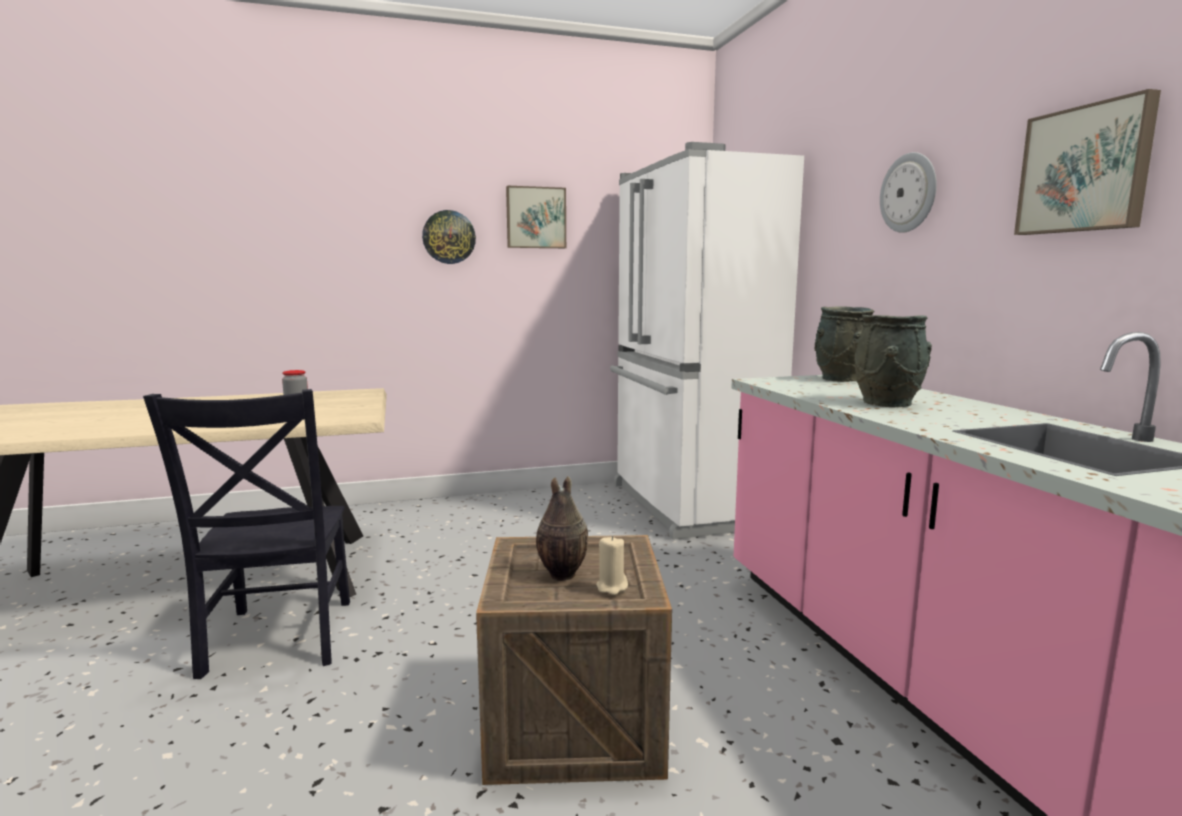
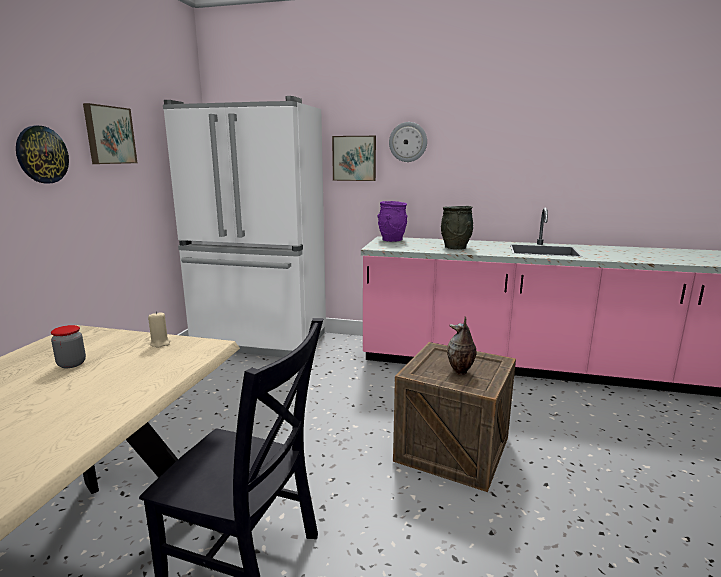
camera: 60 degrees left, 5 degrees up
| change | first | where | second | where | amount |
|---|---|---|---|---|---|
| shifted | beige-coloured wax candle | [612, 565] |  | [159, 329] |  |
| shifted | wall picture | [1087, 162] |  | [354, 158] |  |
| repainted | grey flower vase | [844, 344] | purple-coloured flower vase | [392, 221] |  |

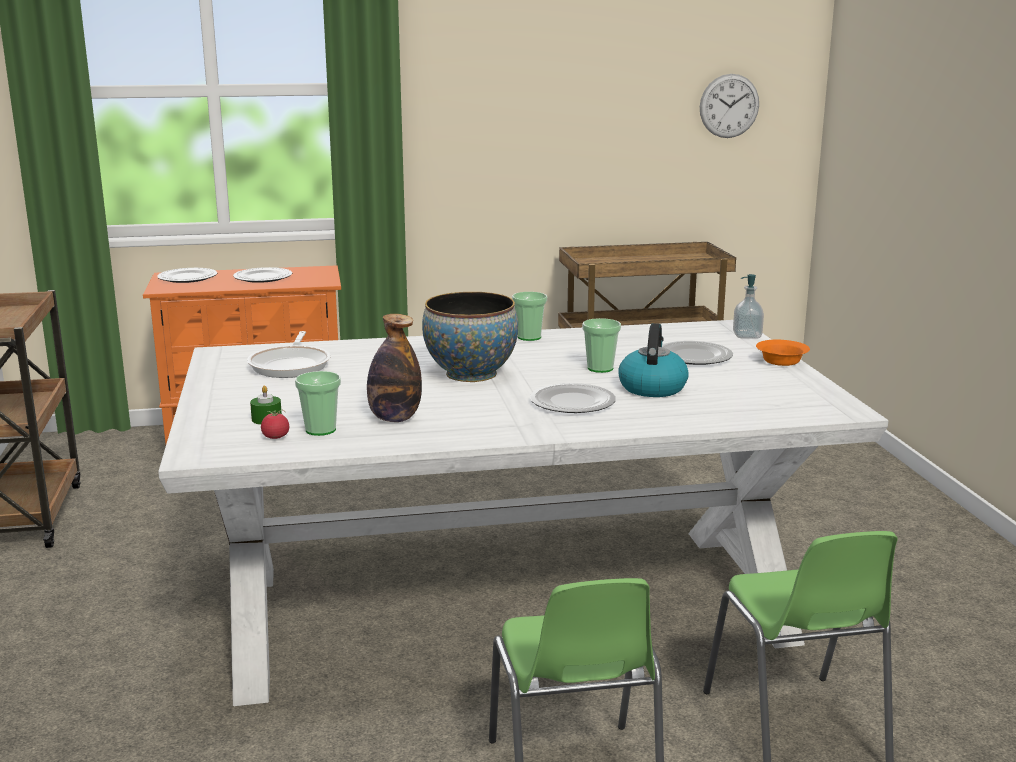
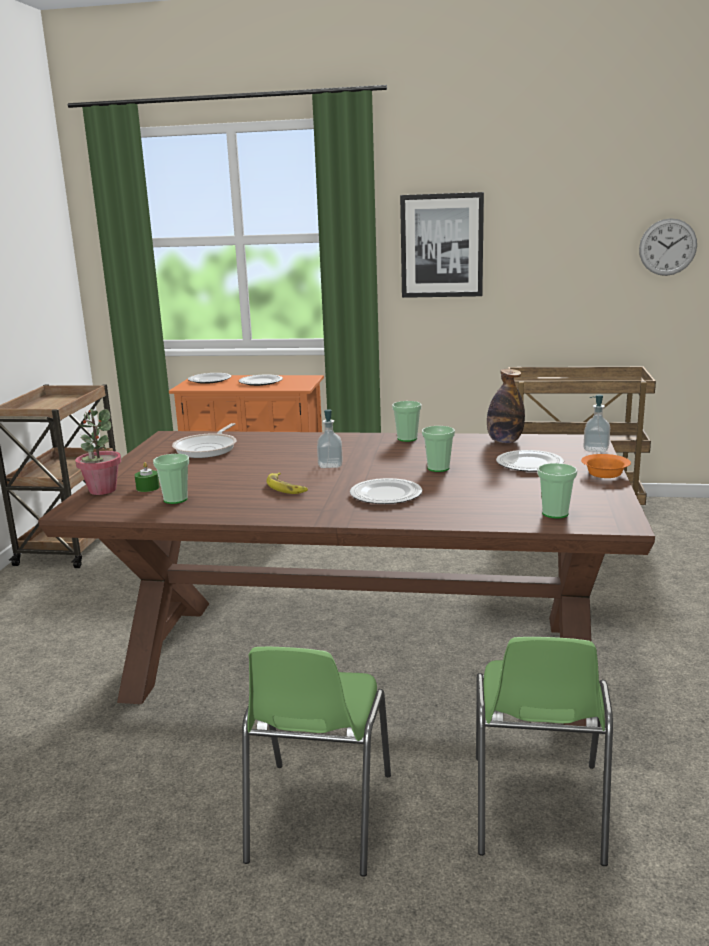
camera: 20 degrees right, 0 degrees up
| change | first | where | second | where | amount |
|---|---|---|---|---|---|
| gone | fresh tomato | [275, 424] |  |  |  |
| gone | water kettle | [653, 360] |  |  |  |
| new |  |  | plant in a pot | [98, 452] |  |
| new |  |  | whole banana | [287, 483] |  |
| new |  |  | wall picture | [442, 245] |  |
| new |  |  | small cup | [557, 490] |  |
| shifted | beverage bottle | [394, 368] |  | [506, 406] |  |
| swapped | serving bowl | [470, 337] | soap dispenser | [329, 438] |  |
| repainted | white-coloured kitchen table | [523, 513] | brown kitchen table | [346, 578] |  |

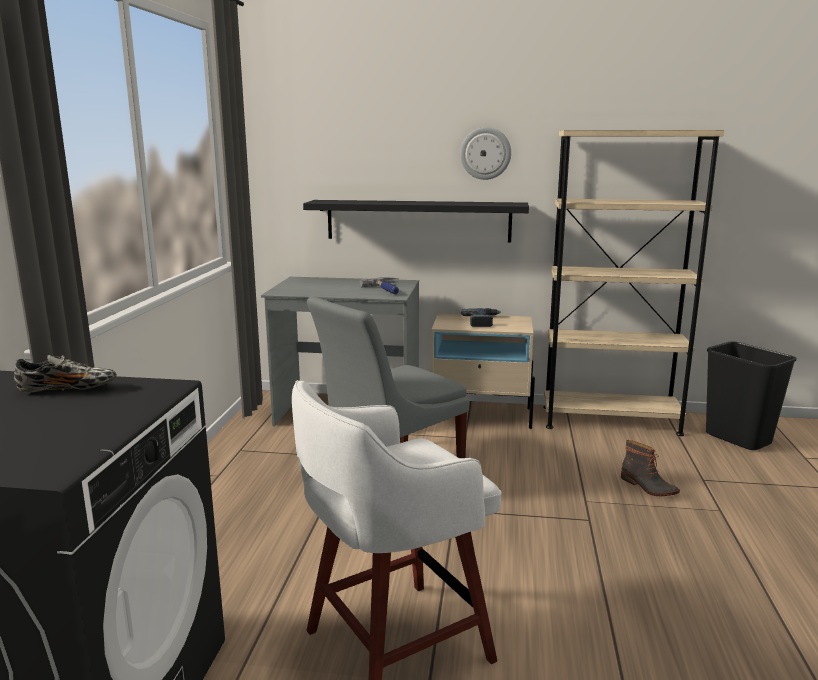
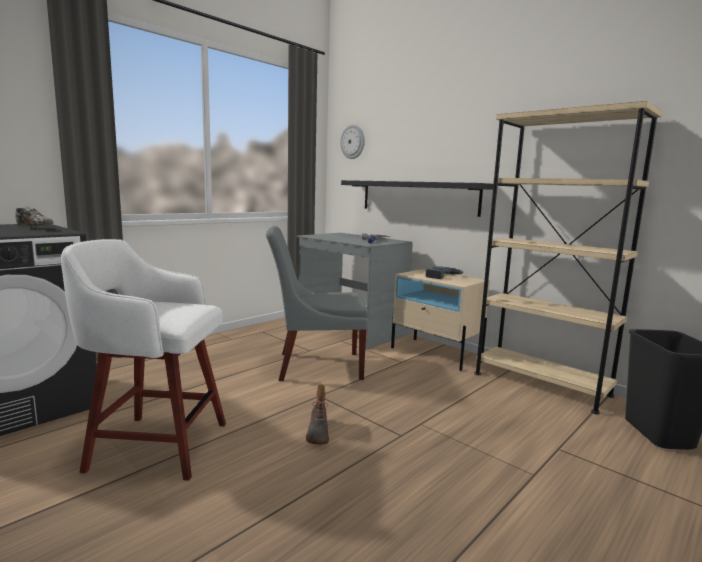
camera: 35 degrees right, 5 degrees down
| change | first | where | second | where | amount |
|---|---|---|---|---|---|
| shifted | clock on the wall | [485, 153] |  | [352, 142] |  |
| shifted | tall boot | [650, 468] |  | [317, 414] |  |

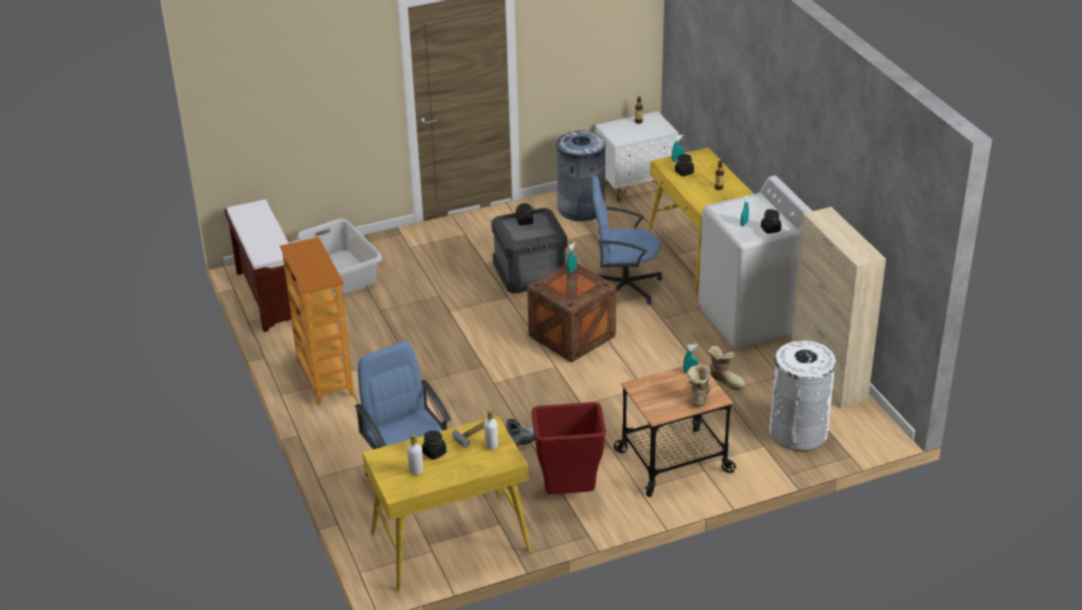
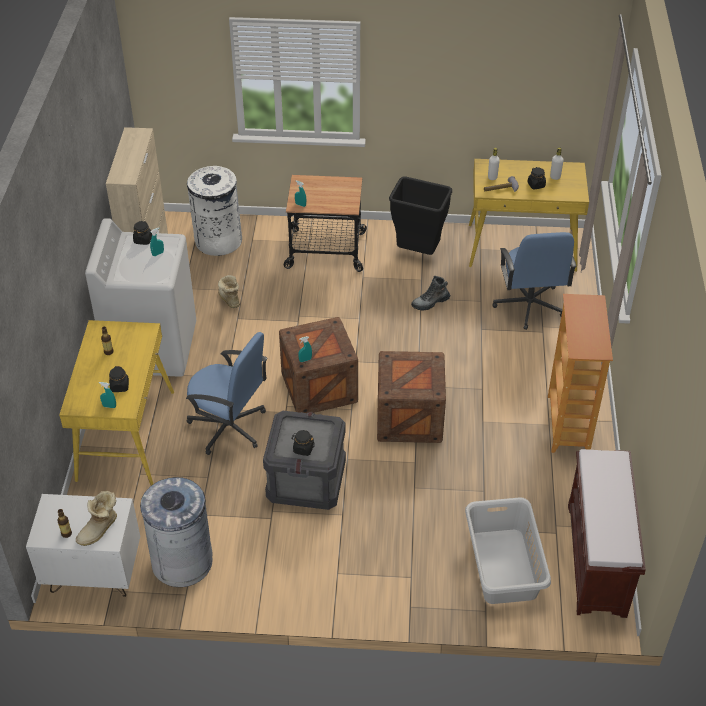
camera: 155 degrees left, 10 degrees up
| change | first | where | second | where | amount |
|---|---|---|---|---|---|
| new |  |  | shipping crate | [411, 397] |  |
| shifted | tall boot | [699, 385] |  | [96, 518] |  |
| repainted | red-coloured rubbish bin | [568, 448] | blackish rubbish bin | [420, 215] |  |

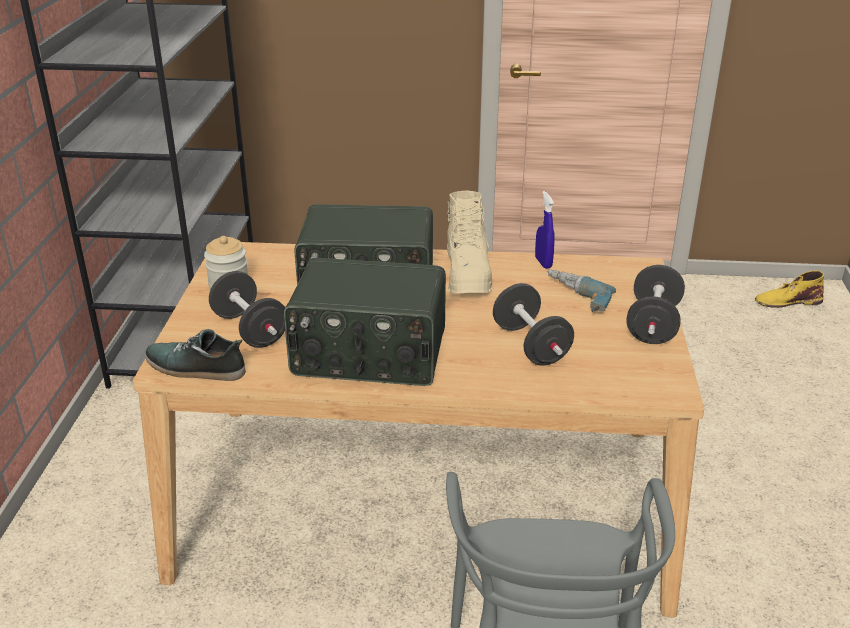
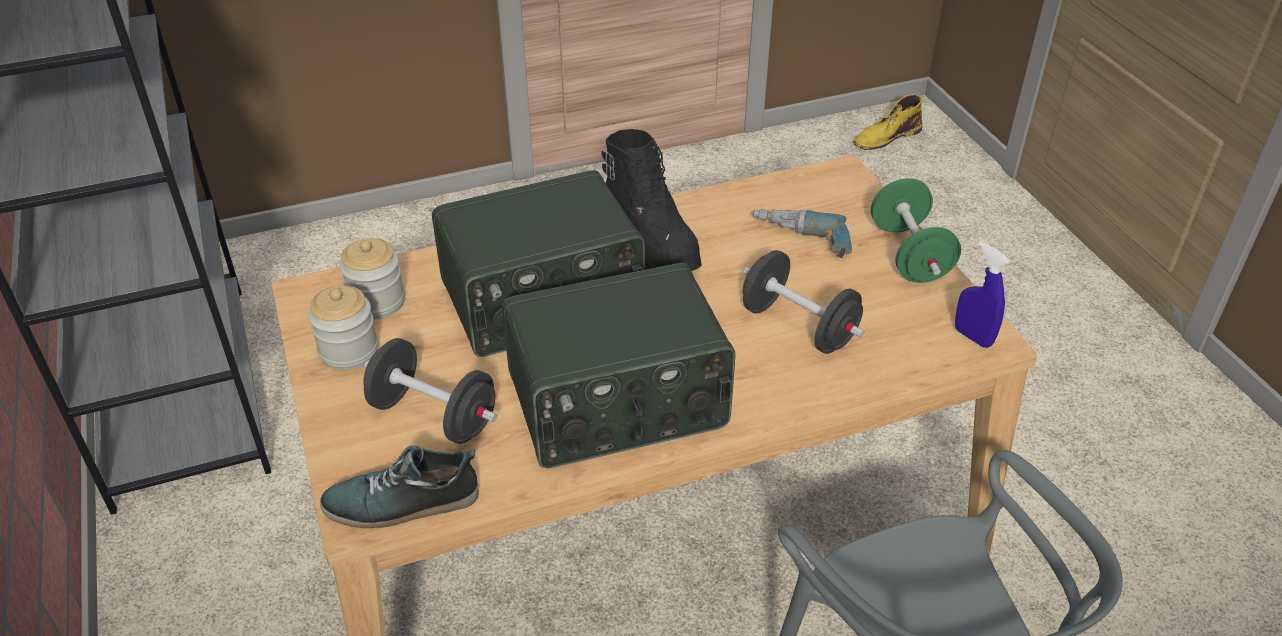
camera: 25 degrees left, 10 degrees up
| change | first | where | second | where | amount |
|---|---|---|---|---|---|
| new |  |  | jar | [372, 279] |  |
| shifted | blue sprayer | [545, 230] |  | [982, 295] |  |
| repainted | beige-coloured tall boot | [469, 242] | blackish tall boot | [652, 200] |  |
| repainted | blackish free weight | [655, 304] | green-coloured free weight | [916, 230] |  |

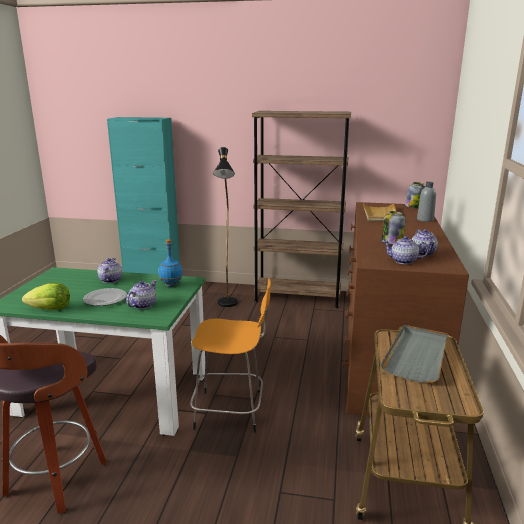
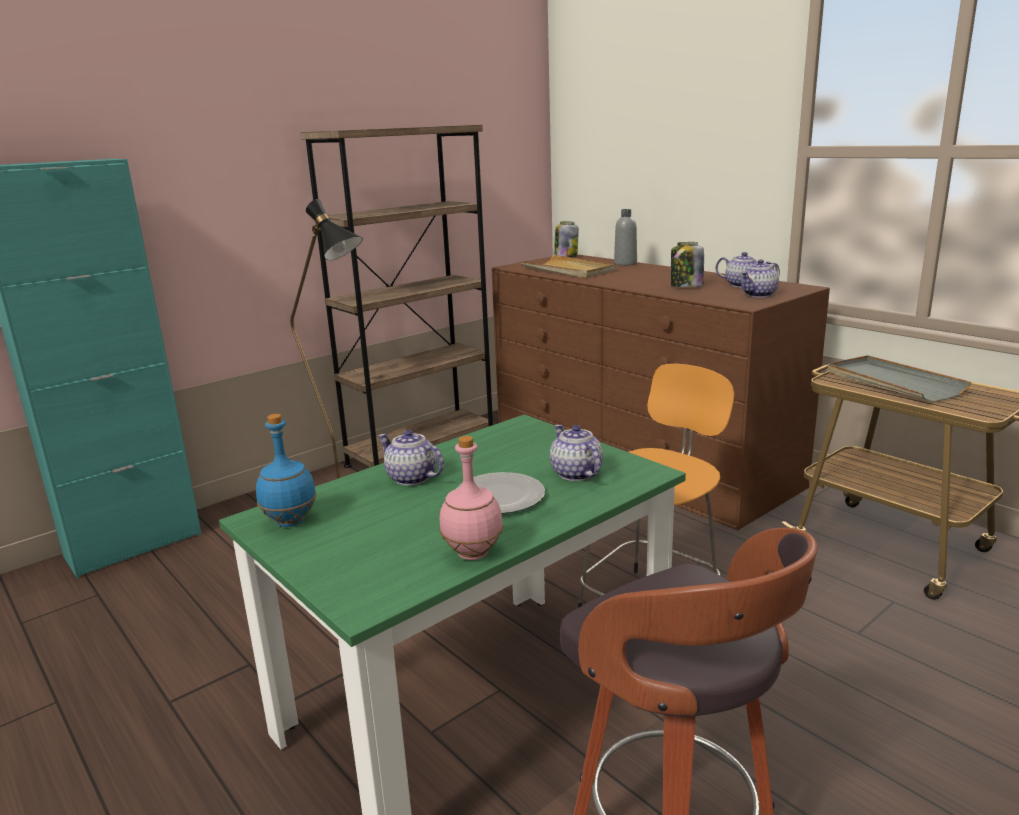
camera: 50 degrees left, 0 degrees up
| change | first | where | second | where | amount |
|---|---|---|---|---|---|
| shifted | blue beverage bottle | [171, 263] |  | [286, 470] |  |
| swapped | head of lettuce | [46, 296] | pinkish beverage bottle | [471, 498] |  |

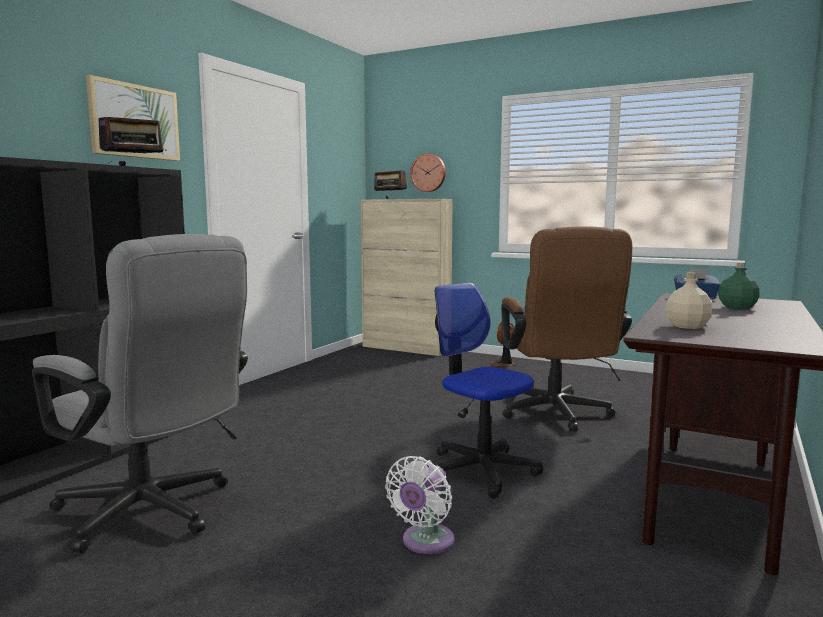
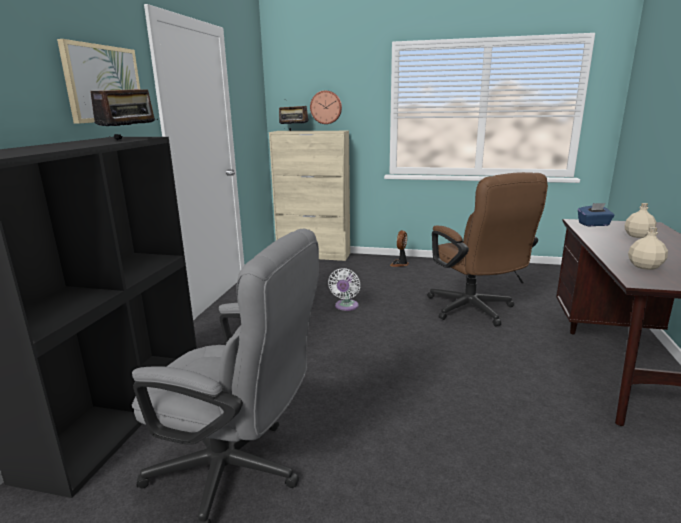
camera: 15 degrees left, 10 degrees up
| change | first | where | second | where | amount |
|---|---|---|---|---|---|
| gone | office chair | [489, 390] |  |  |  |
| shifted | white-coloured fan | [420, 505] |  | [344, 289] |  |
| repainted | green-coloured beverage bottle | [739, 286] | beige-coloured beverage bottle | [640, 220] |  |

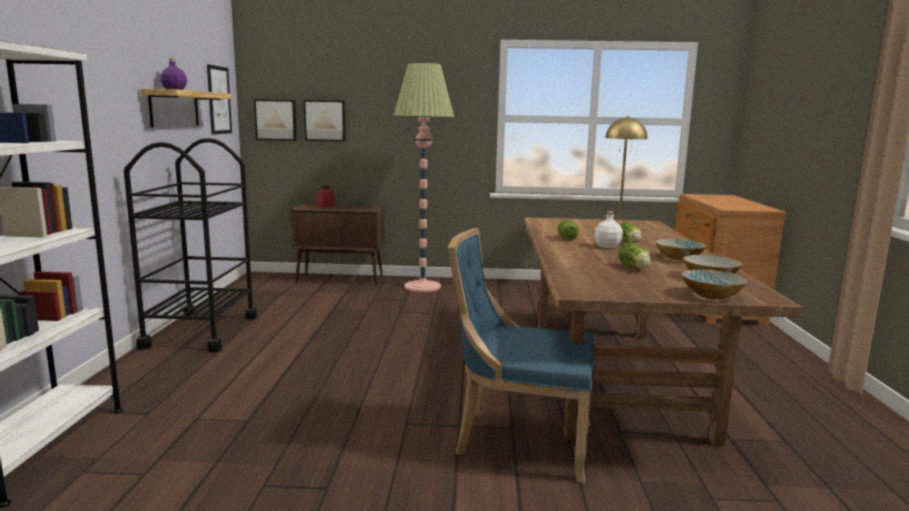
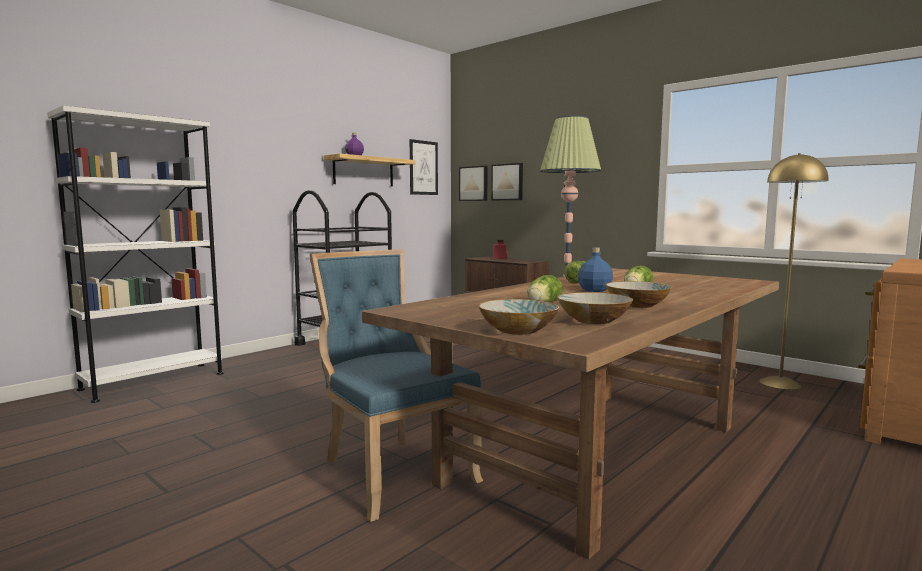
camera: 40 degrees right, 5 degrees down
| change | first | where | second | where | amount |
|---|---|---|---|---|---|
| repainted | white-coloured beverage bottle | [608, 229] | blue beverage bottle | [595, 269] |  |

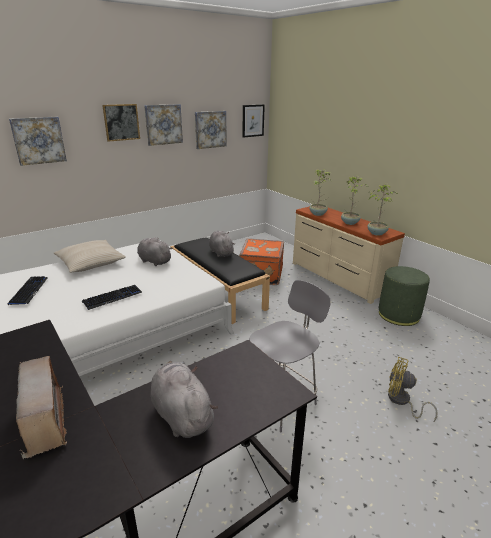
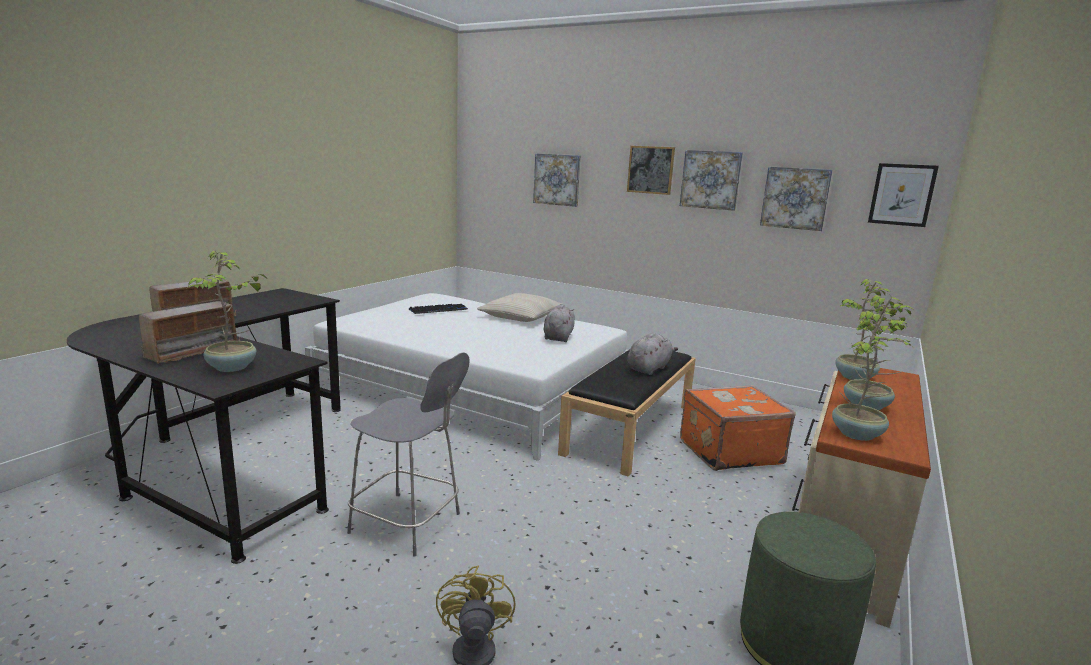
camera: 65 degrees right, 10 degrees down
| change | first | where | second | where | amount |
|---|---|---|---|---|---|
| gone | PC keyboard | [112, 297] |  |  |  |
| new |  |  | plant in a pot | [227, 311] |  |
| swapped | grey cuddly toy | [184, 399] | radio set | [189, 332] |  |

